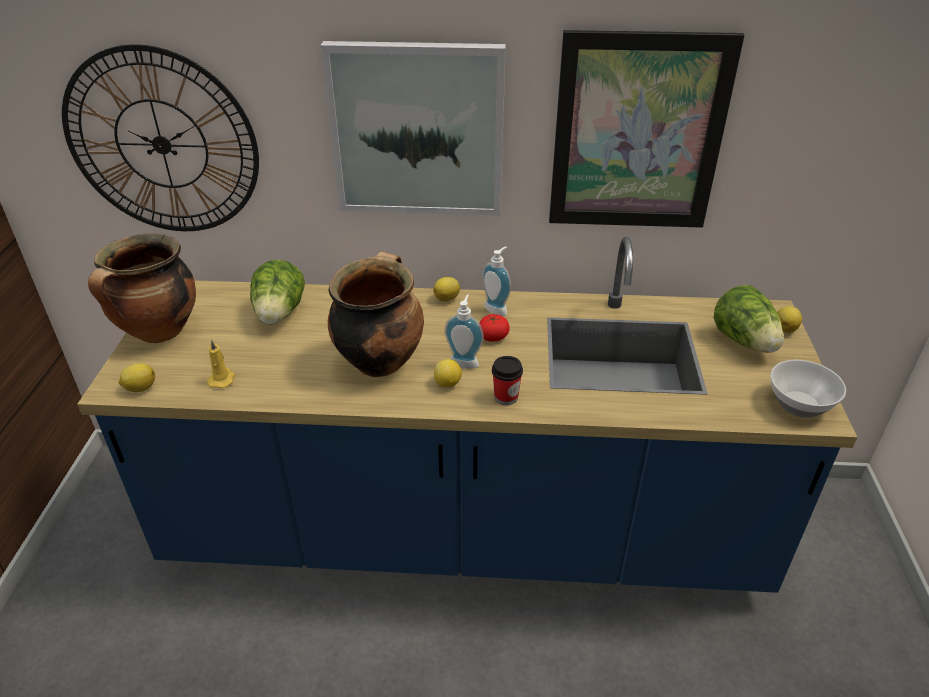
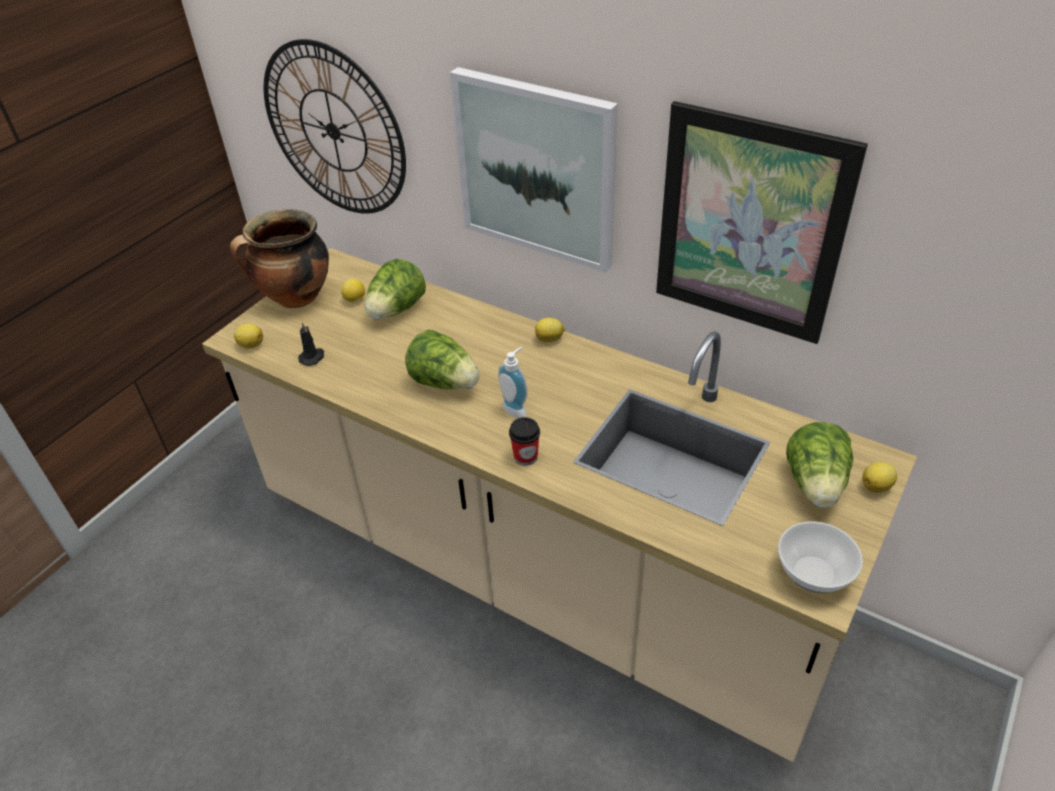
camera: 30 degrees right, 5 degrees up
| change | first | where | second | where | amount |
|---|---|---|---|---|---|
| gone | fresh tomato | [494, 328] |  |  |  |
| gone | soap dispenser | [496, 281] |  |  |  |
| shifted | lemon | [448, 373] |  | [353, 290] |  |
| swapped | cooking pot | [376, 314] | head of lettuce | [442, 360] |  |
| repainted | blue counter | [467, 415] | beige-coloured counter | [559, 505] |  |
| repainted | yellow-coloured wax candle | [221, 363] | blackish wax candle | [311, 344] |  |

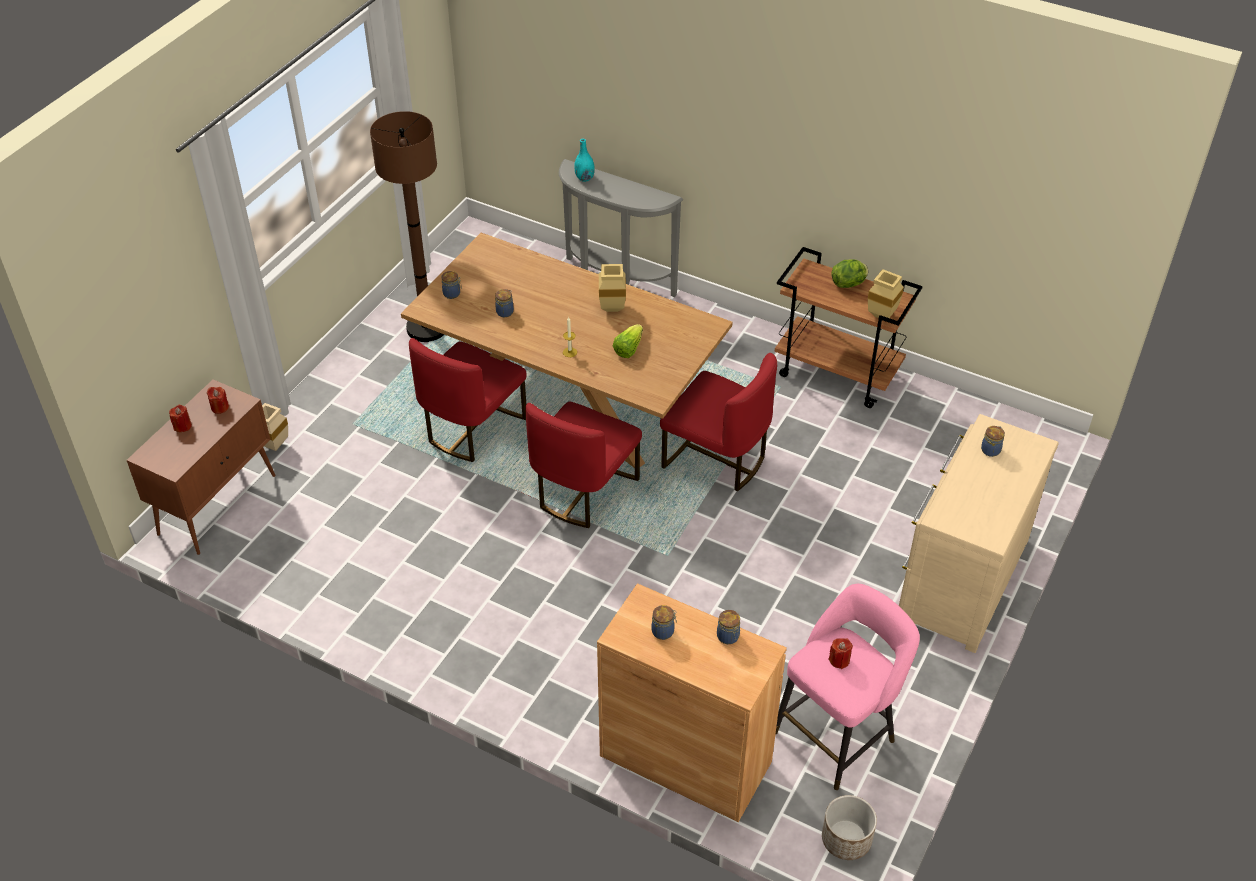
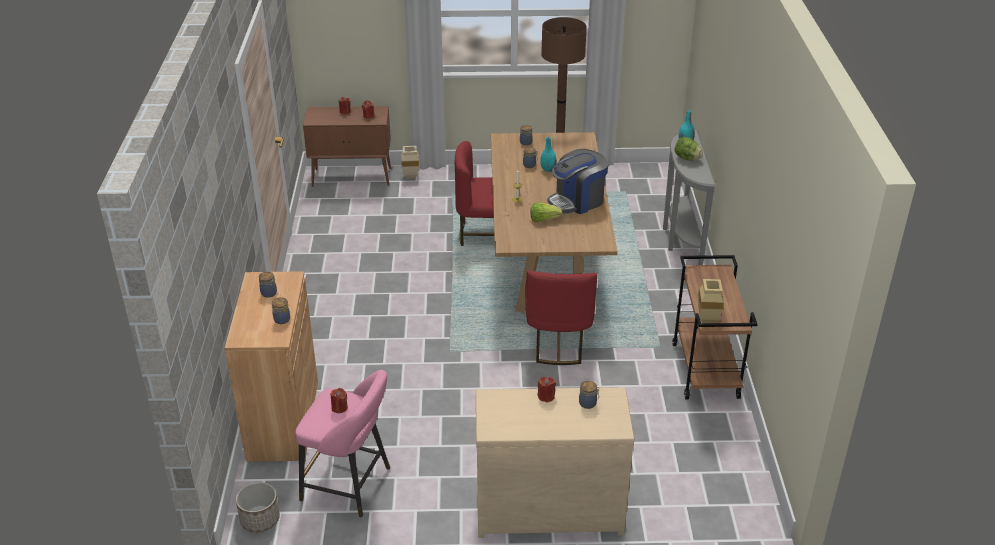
camera: 60 degrees right, 10 degrees down
| change | first | where | second | where | amount |
|---|---|---|---|---|---|
| gone | red-coloured chair | [583, 465] |  |  |  |
| new |  |  | red-coloured wax candle | [546, 390] |  |
| new |  |  | turquoise flower vase | [548, 154] |  |
| shifted | head of lettuce | [850, 273] |  | [689, 149] |  |
| swapped | beige-coloured flower vase | [612, 288] | coffee brewer | [577, 181] |  |

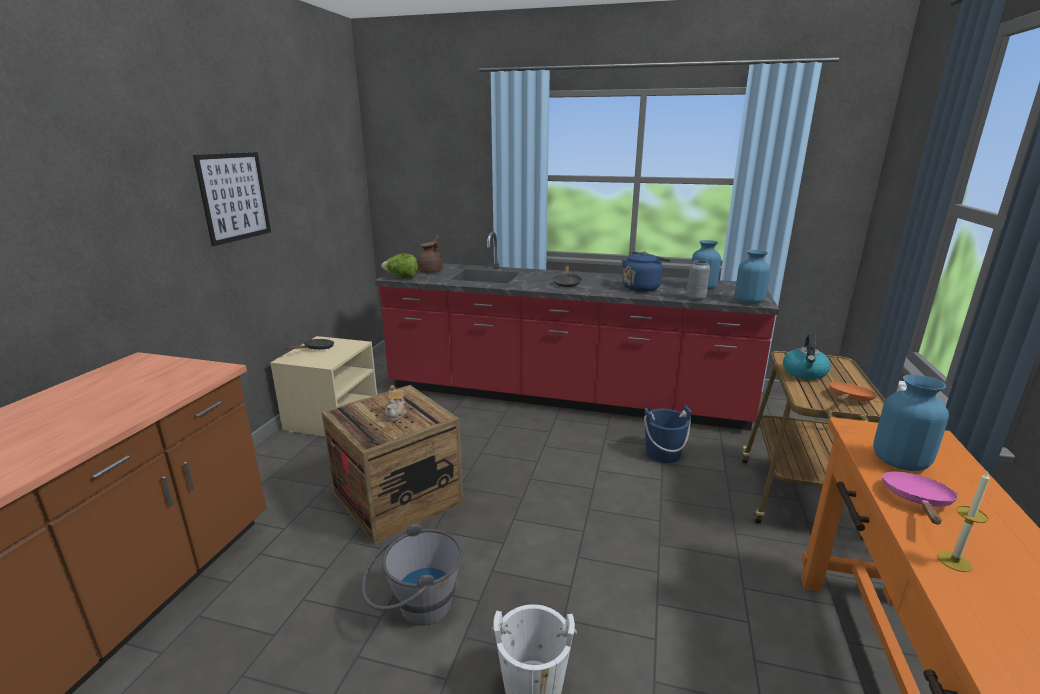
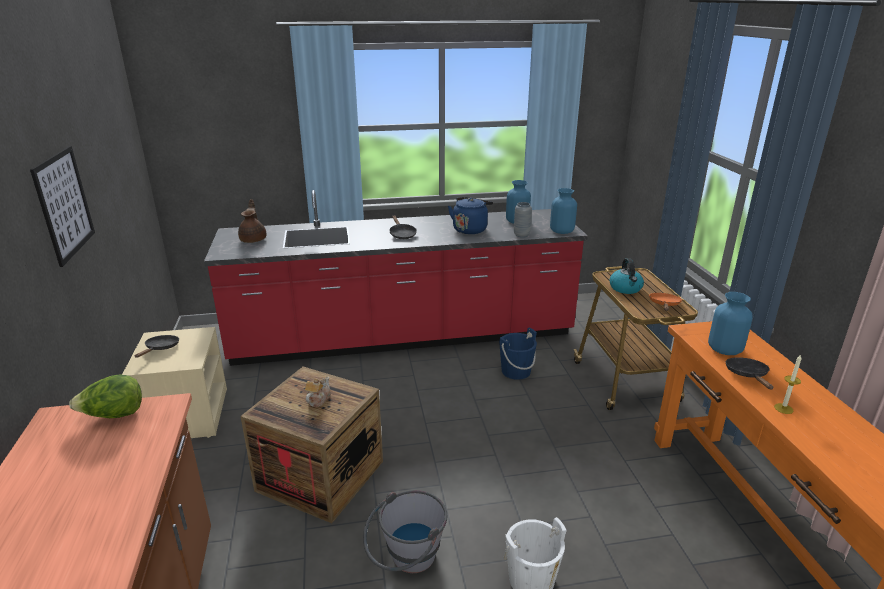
camera: 25 degrees left, 5 degrees up
| change | first | where | second | where | amount |
|---|---|---|---|---|---|
| shifted | head of lettuce | [399, 265] |  | [105, 396] |  |
| repainted | pinkish pan | [920, 498] | blackish pan | [749, 373] |  |
| rotated | pot for tea | [396, 403] |  | [318, 392] | 135 degrees counterclockwise |

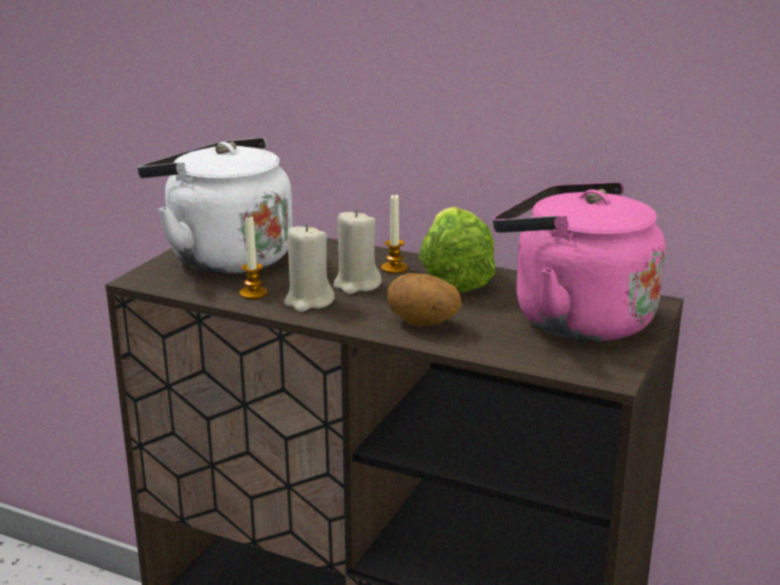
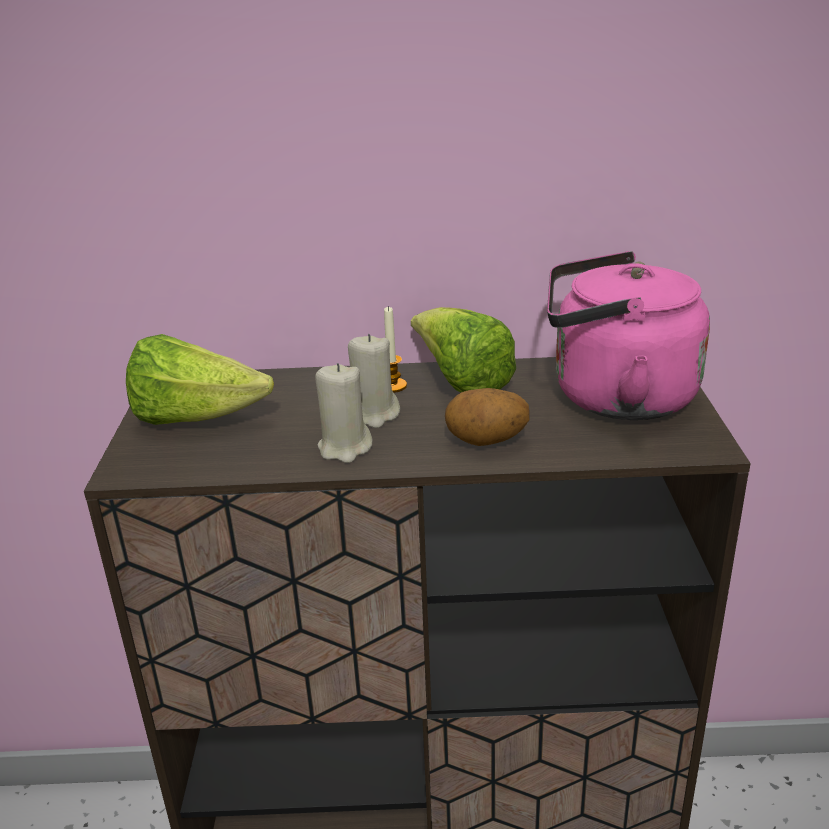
camera: 25 degrees left, 5 degrees up
| change | first | where | second | where | amount |
|---|---|---|---|---|---|
| gone | wax candle | [253, 258] |  |  |  |
| swapped | white-coloured water kettle | [215, 206] | head of lettuce | [200, 379] |  |

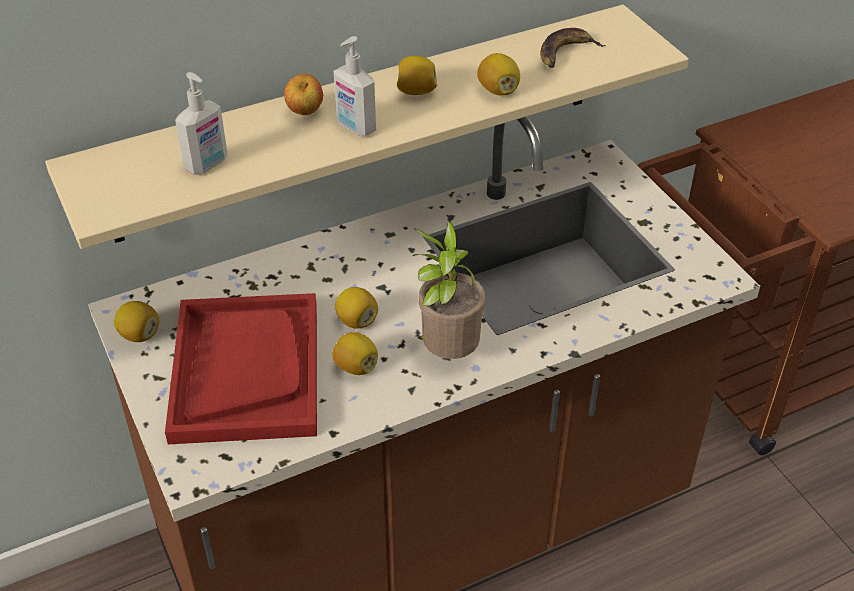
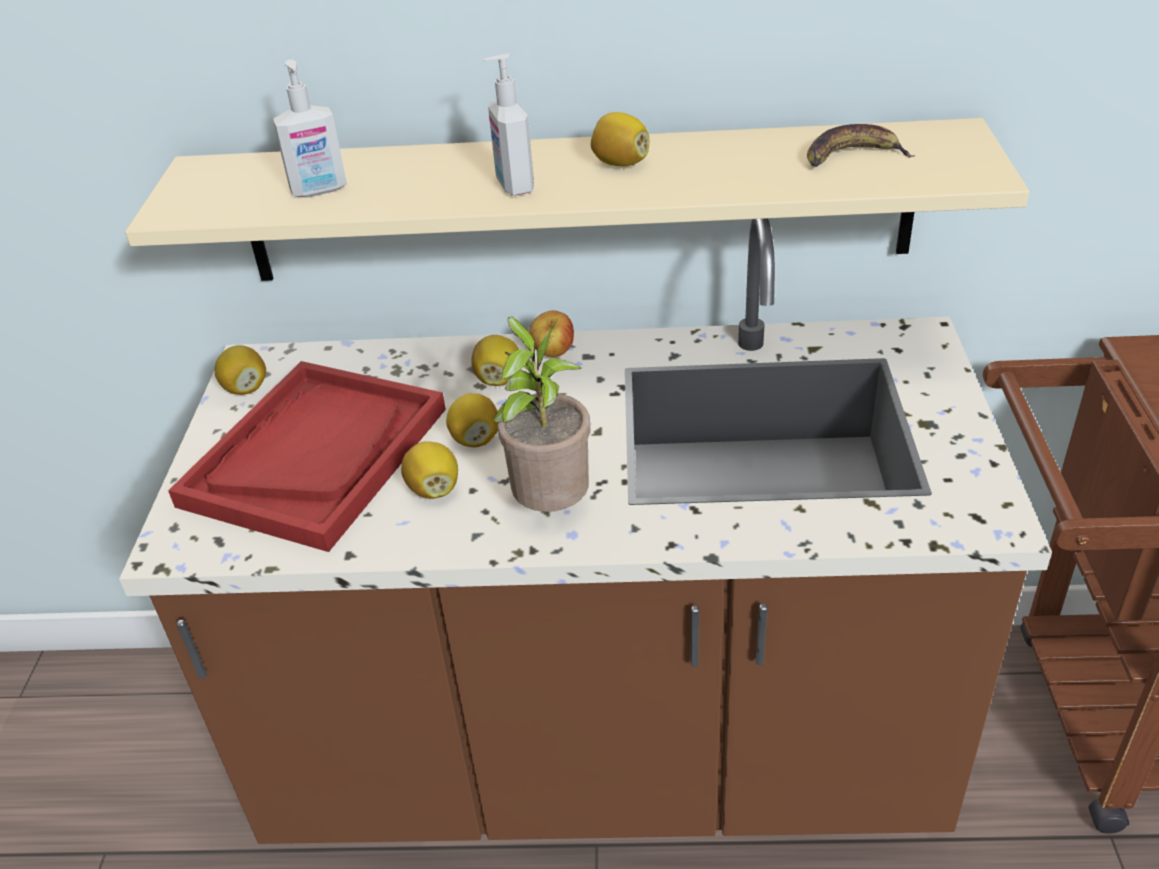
camera: 30 degrees right, 5 degrees down
| change | first | where | second | where | amount |
|---|---|---|---|---|---|
| shifted | apple fruit | [303, 94] |  | [551, 334] |  |
| shifted | lemon | [498, 74] |  | [495, 360] |  |

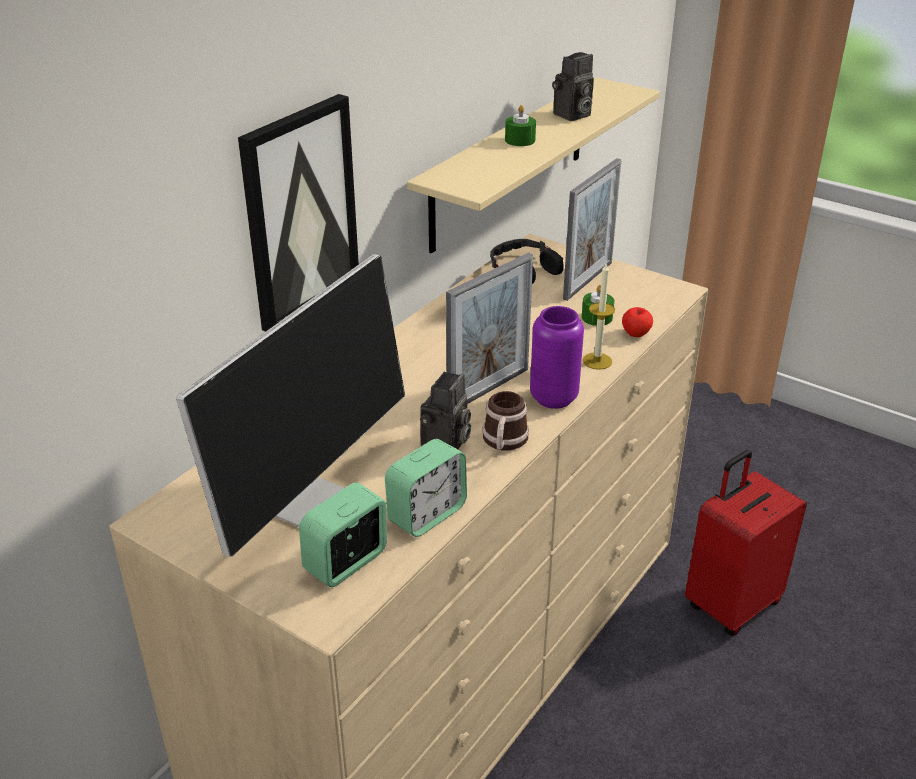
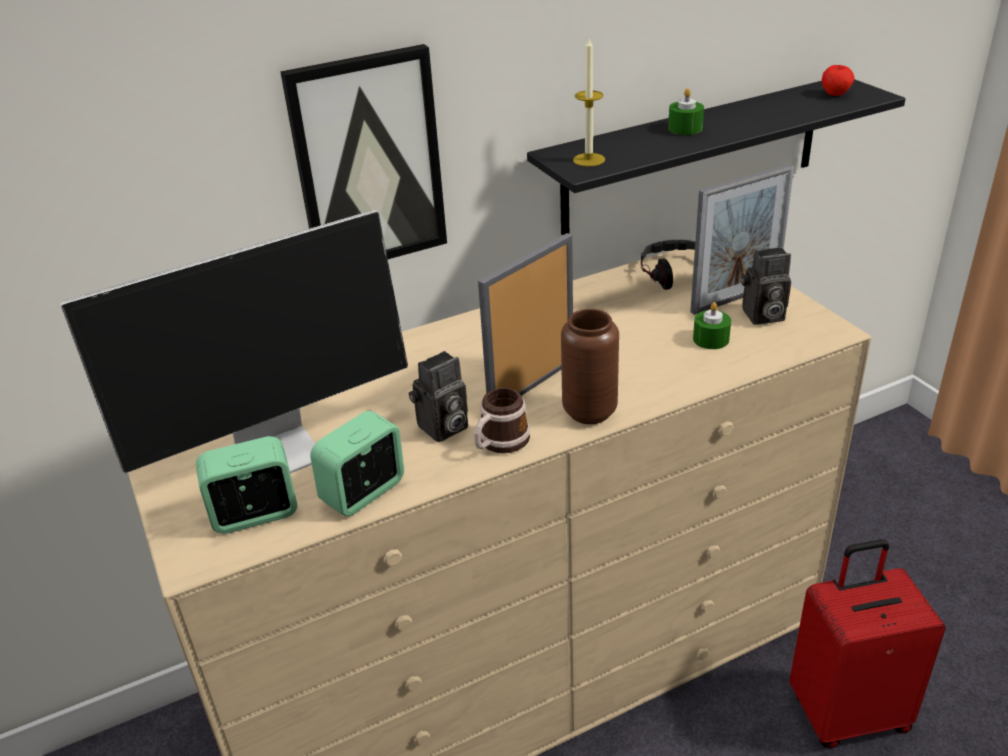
camera: 30 degrees right, 0 degrees up
| change | first | where | second | where | amount |
|---|---|---|---|---|---|
| shifted | still camera | [573, 86] |  | [766, 286] |  |
| shifted | wax candle | [598, 316] |  | [589, 102] |  |
| shifted | apple fruit | [637, 322] |  | [838, 80] |  |
| repainted | beige-coloured shelf | [533, 165] | blackish shelf | [716, 157] |  |
| repainted | purple-coloured flower vase | [557, 357] | brown flower vase | [590, 366] |  |
| rotated | bedside clock | [426, 488] |  | [357, 463] | 150 degrees clockwise |
| rotated | photo frame | [489, 328] |  | [525, 314] | 150 degrees clockwise |

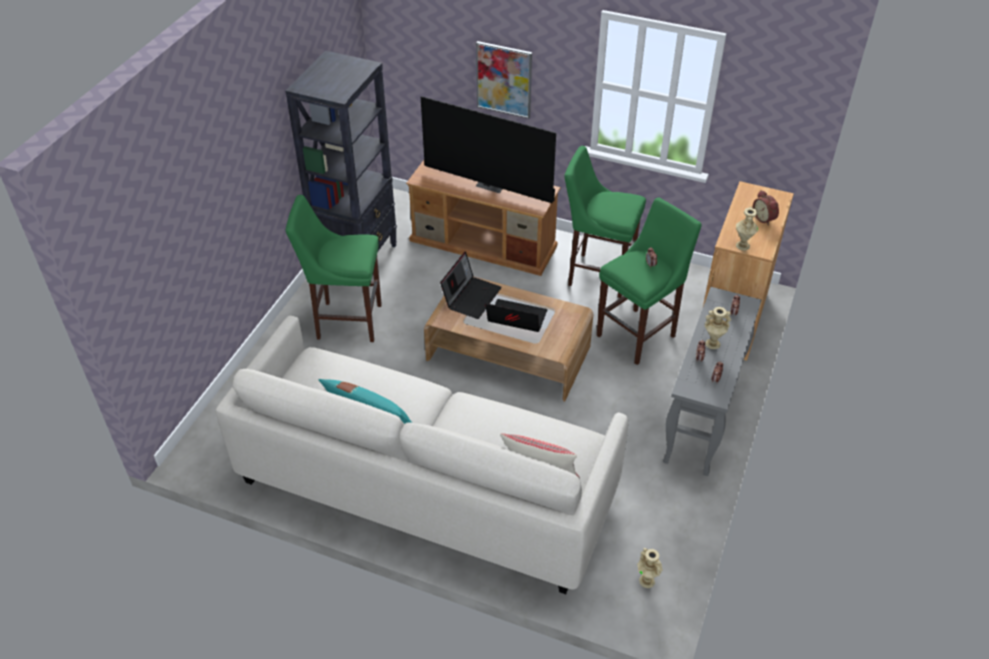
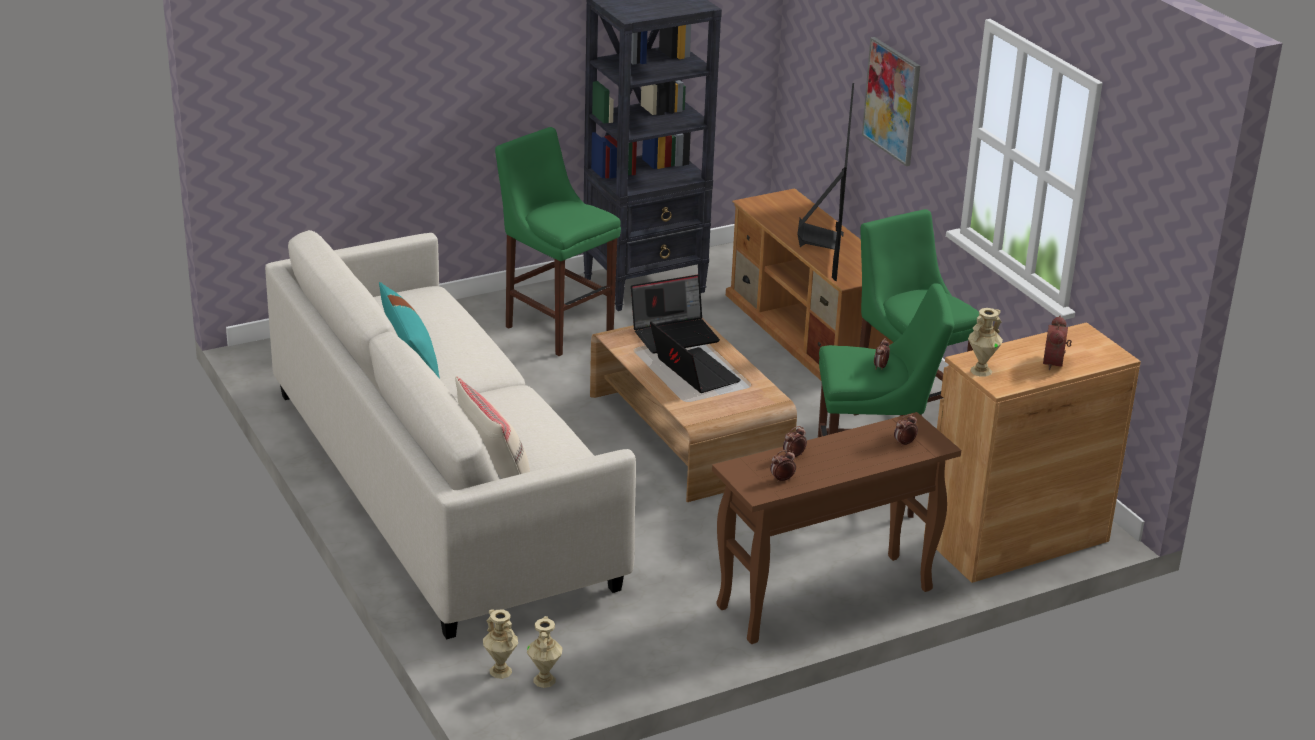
camera: 40 degrees right, 15 degrees down
| change | first | where | second | where | amount |
|---|---|---|---|---|---|
| shifted | beige-coloured flower vase | [718, 328] |  | [500, 644] |  |
| repainted | grey hall table | [712, 381] | brown hall table | [836, 528] |  |
| rotated | television | [488, 149] |  | [825, 182] | 150 degrees counterclockwise |

